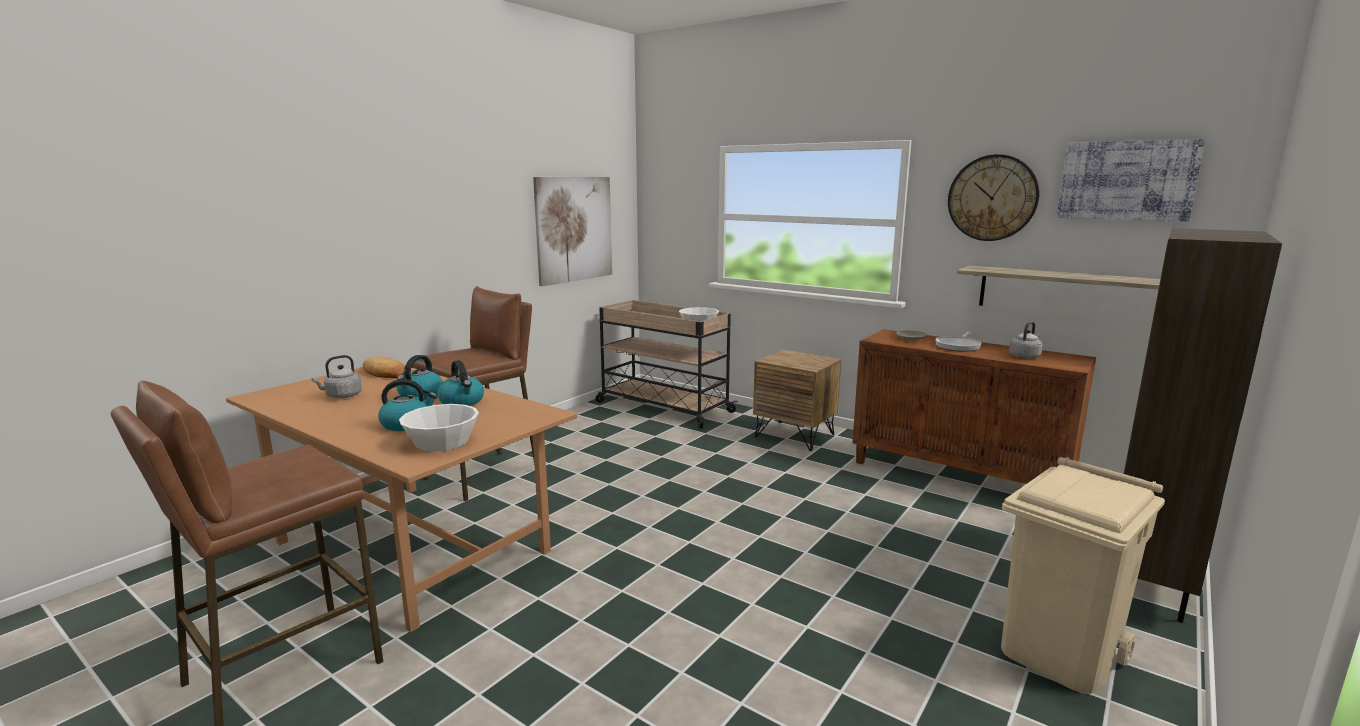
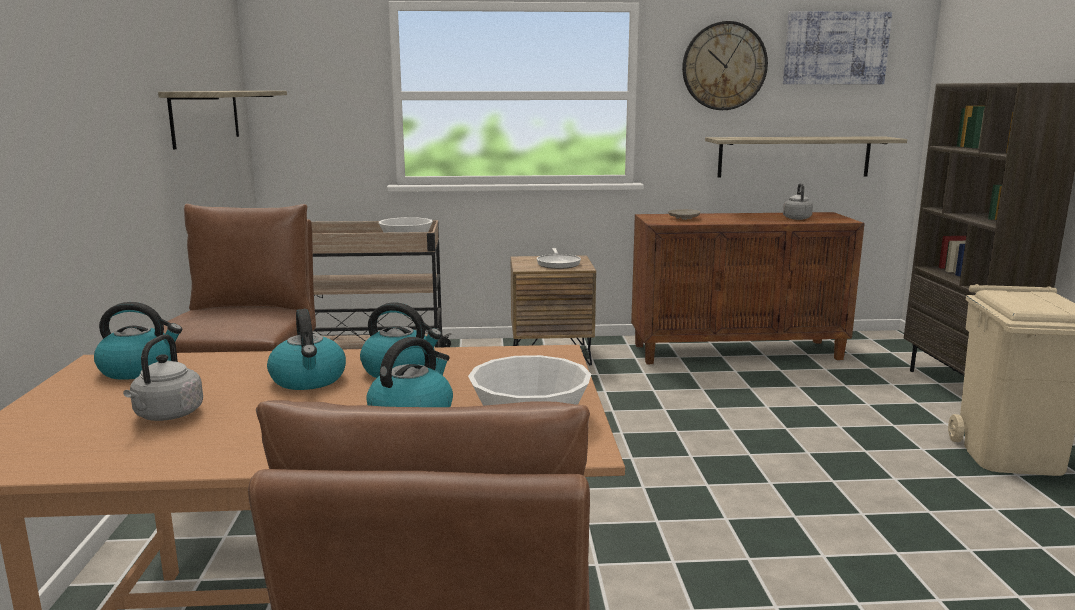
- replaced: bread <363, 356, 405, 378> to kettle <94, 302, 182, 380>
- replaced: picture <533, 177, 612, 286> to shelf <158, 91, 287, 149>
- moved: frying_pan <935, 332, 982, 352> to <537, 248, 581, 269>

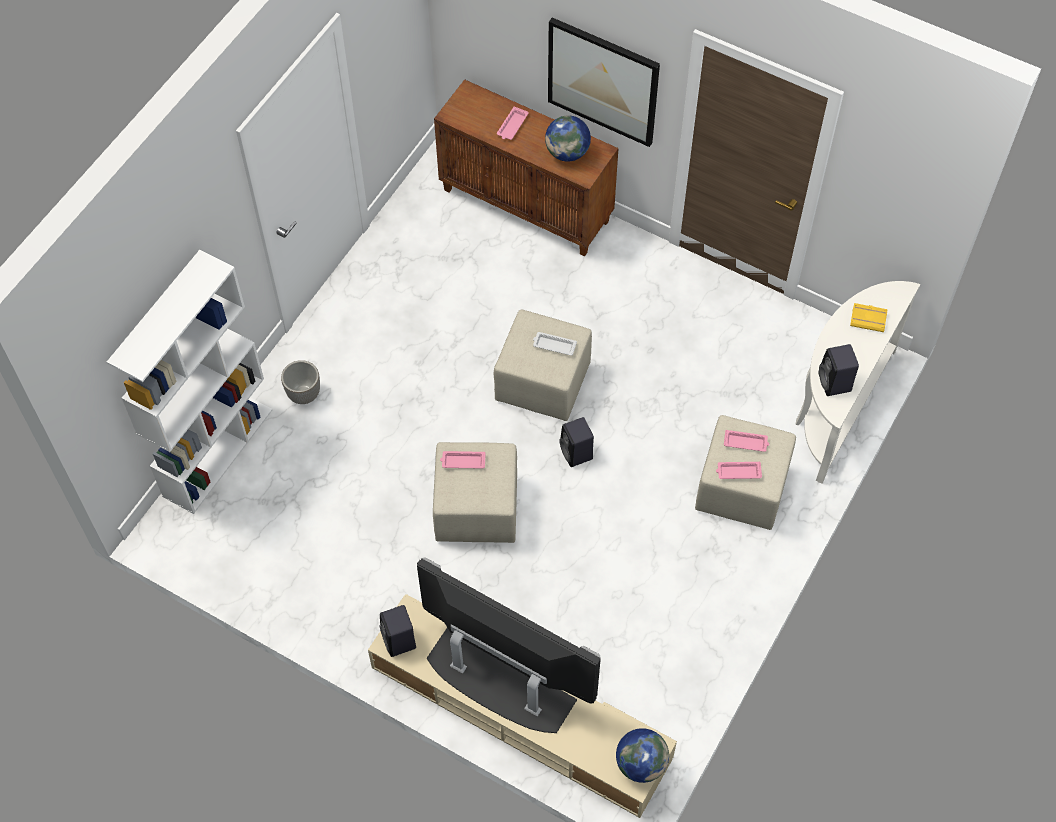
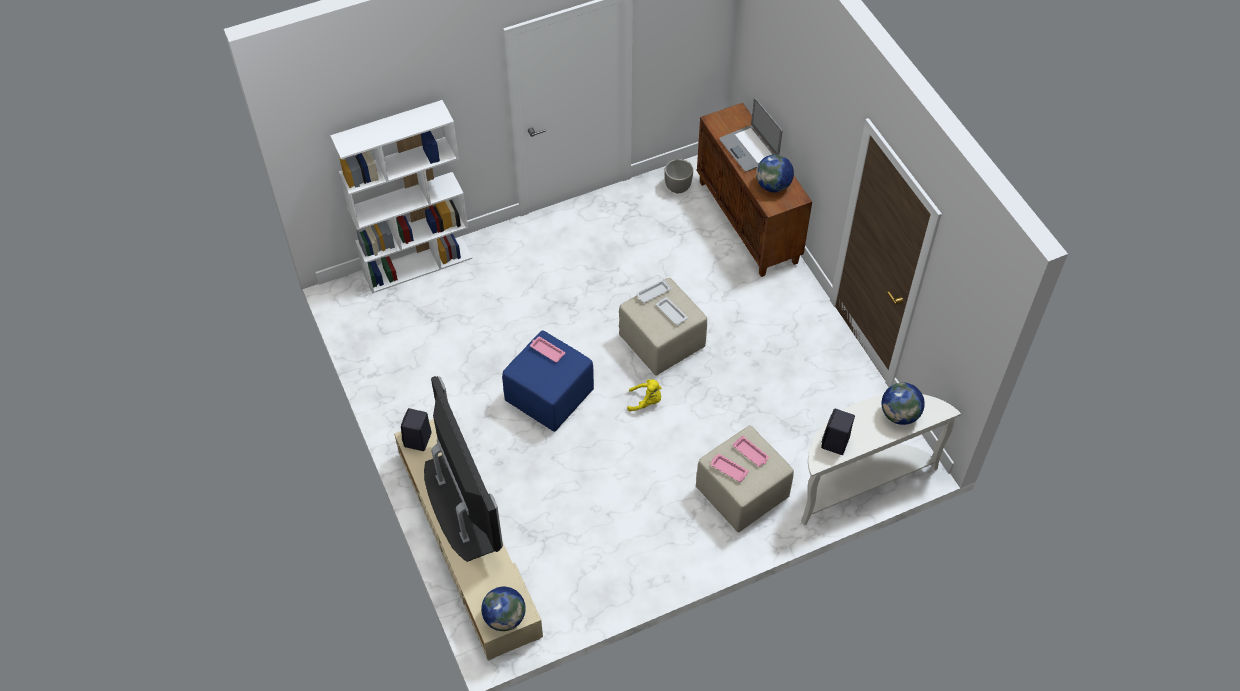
- moved: planter <281, 360, 320, 404> to <664, 159, 693, 194>
- recoloured: beige_ottoman <433, 442, 517, 543> to blue_ottoman <502, 330, 594, 432>
- replaced: pink_tray <497, 107, 529, 140> to laptop <719, 98, 783, 172>
- removed: picture <548, 18, 660, 147>
- replaced: black_speaker <559, 417, 594, 467> to yellow_plush_toy <627, 379, 661, 411>
- replaced: yellow_book <850, 303, 888, 332> to globe <881, 382, 925, 425>
- added: white_tray <636, 279, 671, 303>

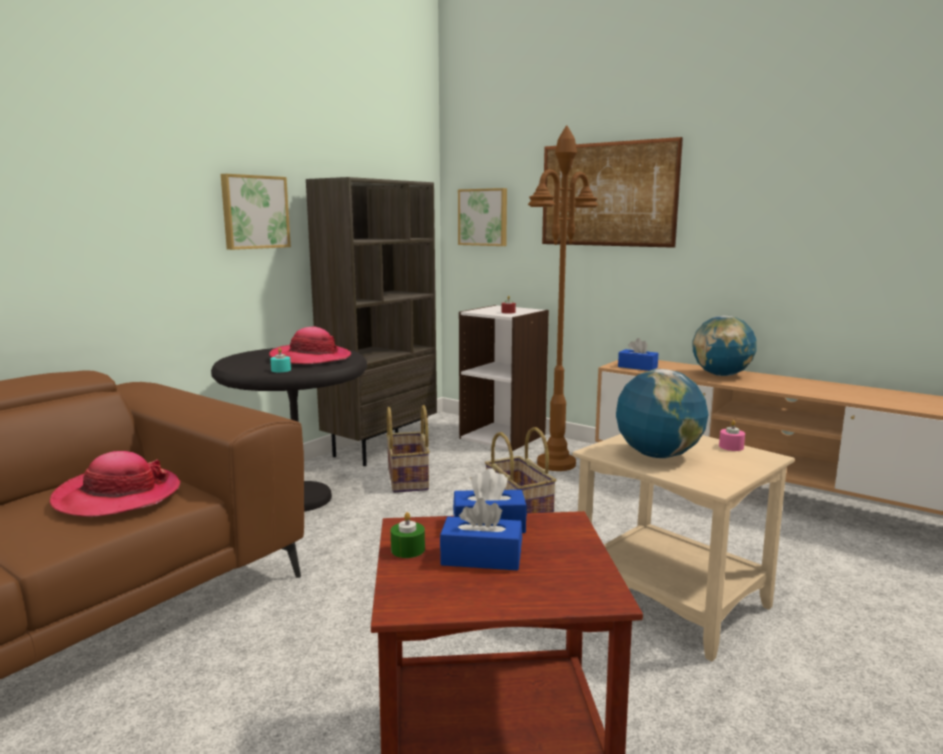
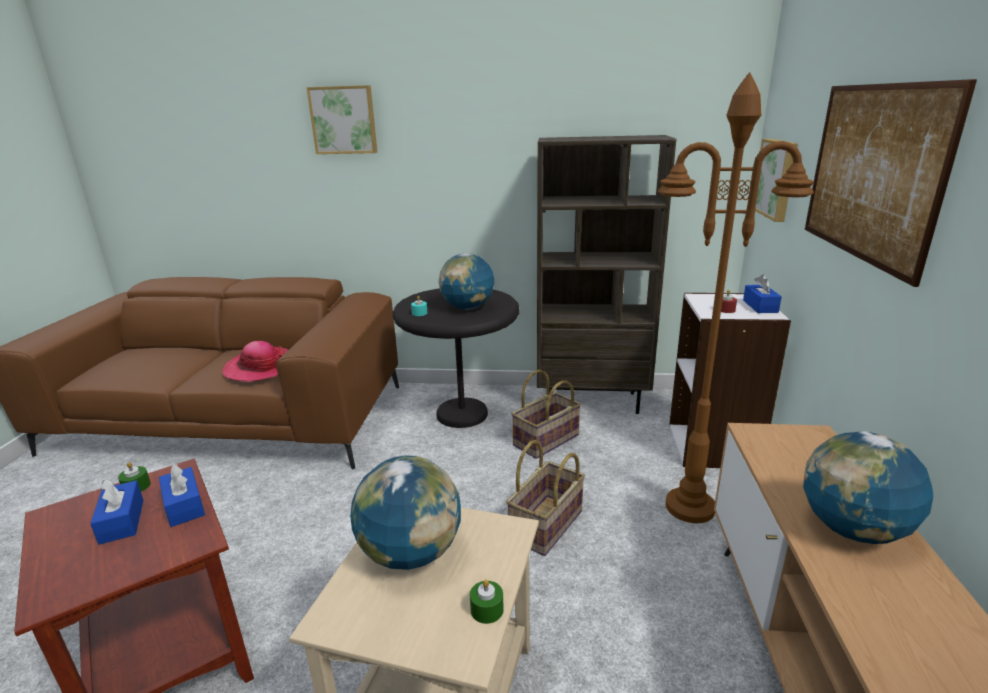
- moved: picture <221, 174, 291, 250> to <306, 85, 377, 154>
- replaced: hat <269, 327, 352, 364> to globe <438, 253, 495, 310>
- moved: blue_tissue_box <618, 338, 659, 371> to <743, 274, 782, 313>
- recoloured: pink_candle <719, 420, 745, 451> to green_candle <470, 579, 504, 624>

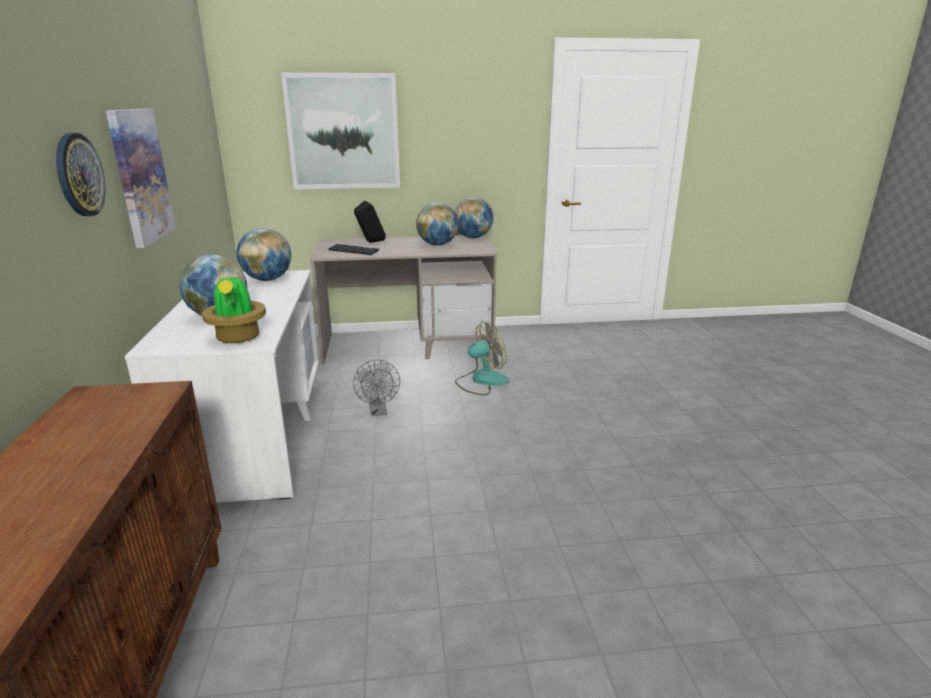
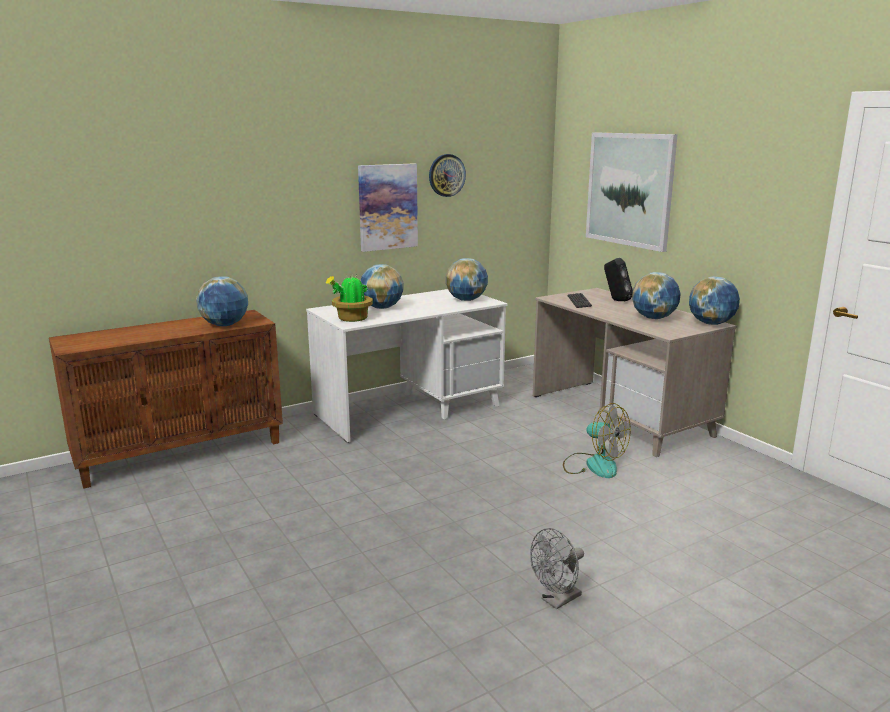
- moved: wall_clock <56, 133, 106, 216> to <429, 154, 466, 197>
- moved: grey_fan <353, 360, 400, 416> to <530, 528, 584, 609>
- added: globe <196, 276, 248, 326>

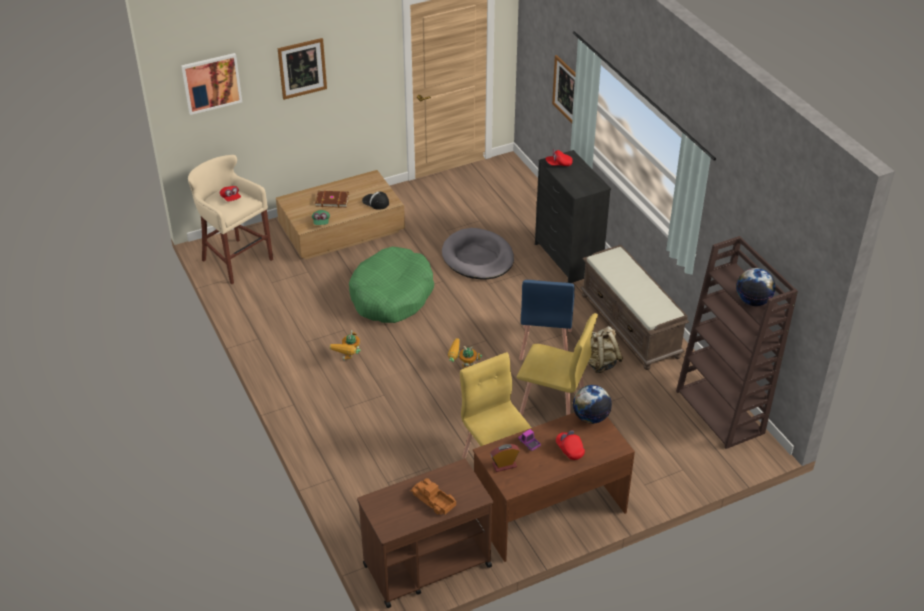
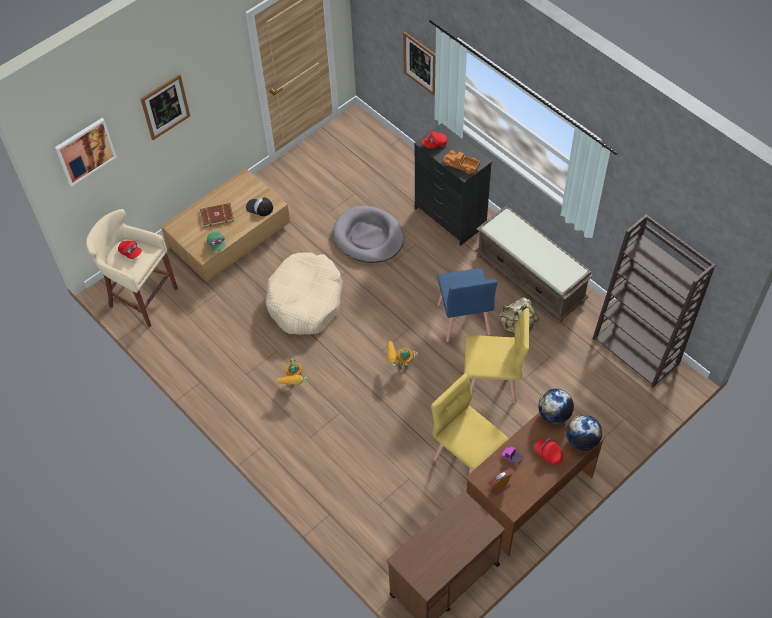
- recoloured: green_dog_bed <349, 246, 434, 323> to beige_dog_bed <265, 252, 343, 335>
- moved: toy_truck <410, 478, 456, 515> to <443, 150, 480, 174>
- moved: globe <736, 268, 776, 306> to <566, 415, 602, 451>

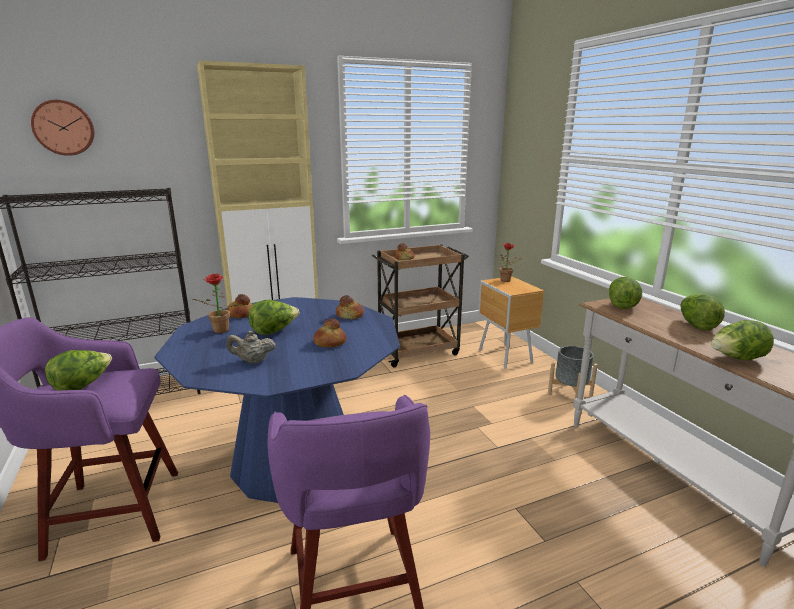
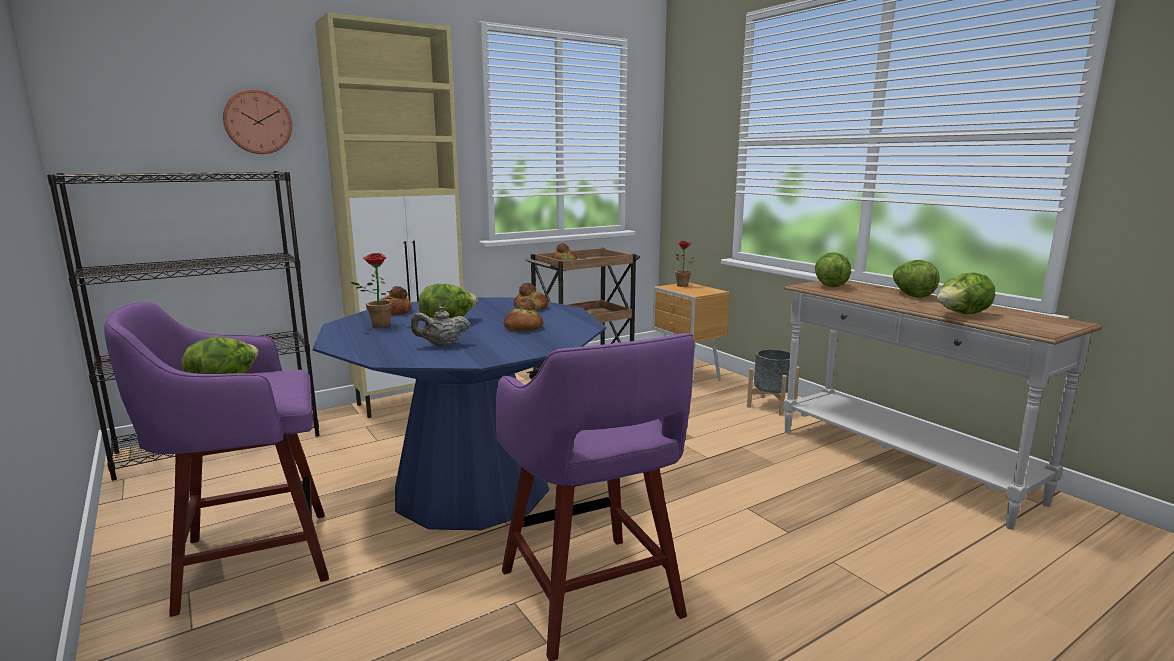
- moved: wall_clock <31, 100, 94, 156> to <223, 89, 292, 154>

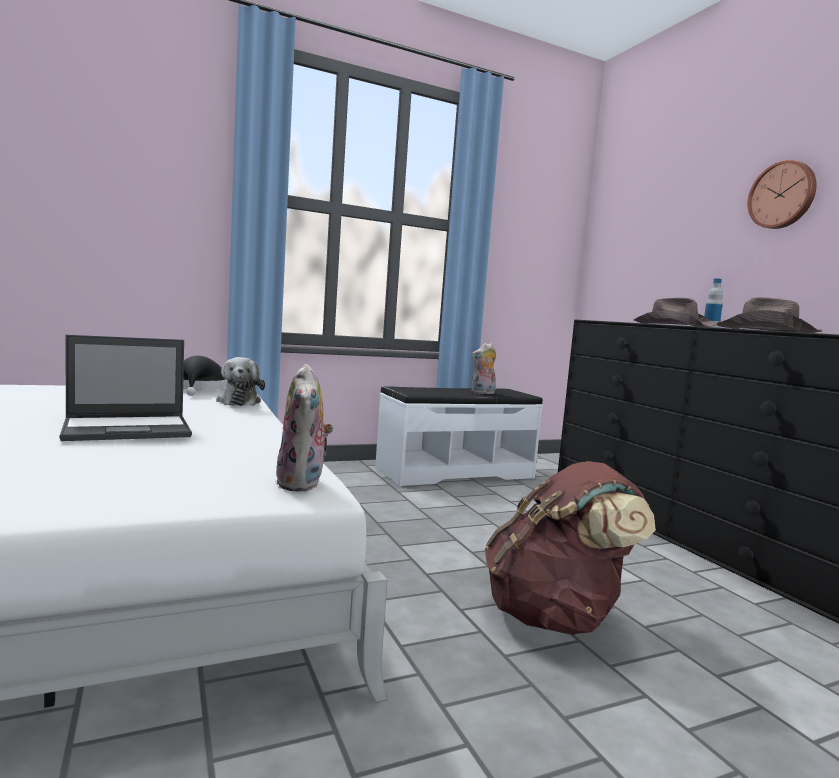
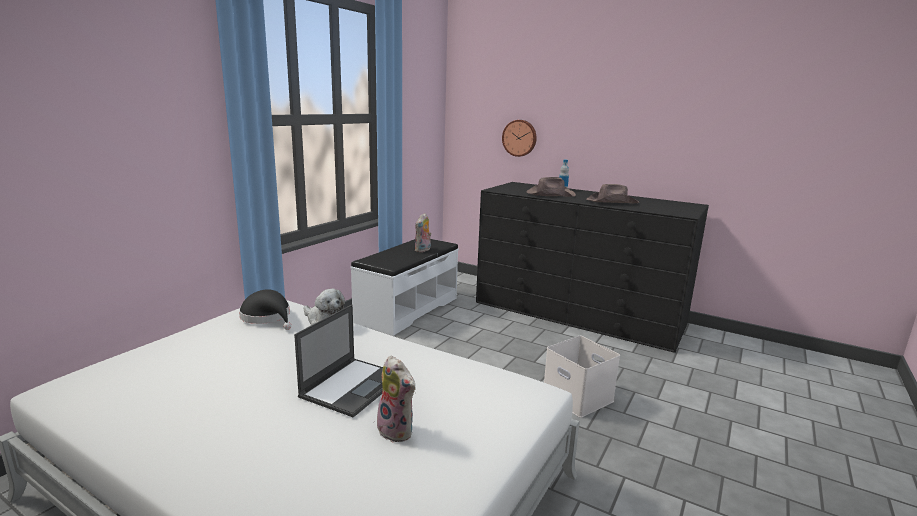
- moved: plush_toy <275, 364, 334, 492> to <377, 355, 415, 443>
- replaced: brown_backpack <485, 461, 656, 635> to white_storage_box <544, 336, 620, 418>
- moved: wall_clock <747, 160, 817, 229> to <502, 120, 537, 157>

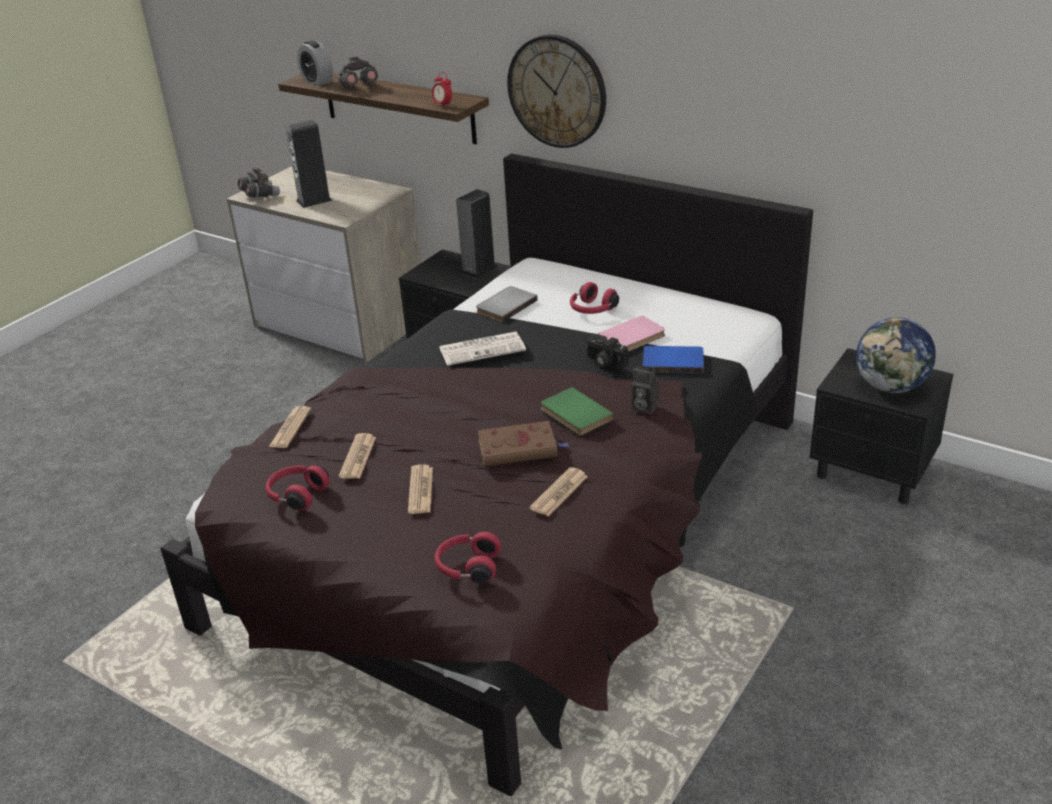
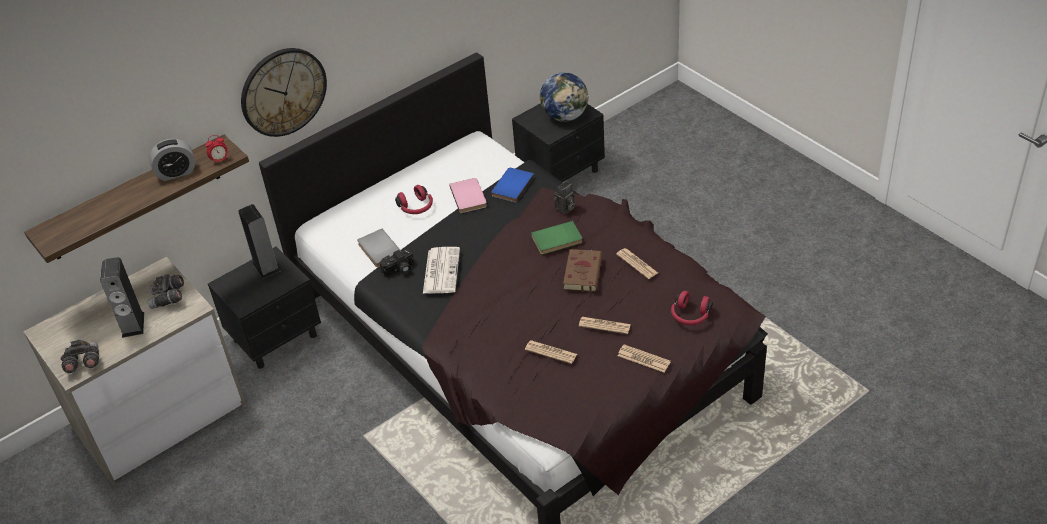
- removed: red_headphones <266, 465, 330, 510>
- moved: newspaper <269, 406, 311, 448> to <618, 344, 671, 372>
- moved: alarm_clock <297, 40, 333, 86> to <149, 139, 195, 181>
- moved: grey_binoculars <339, 57, 378, 87> to <148, 274, 184, 309>
- moved: photo_camera <585, 335, 628, 369> to <379, 249, 414, 277>

